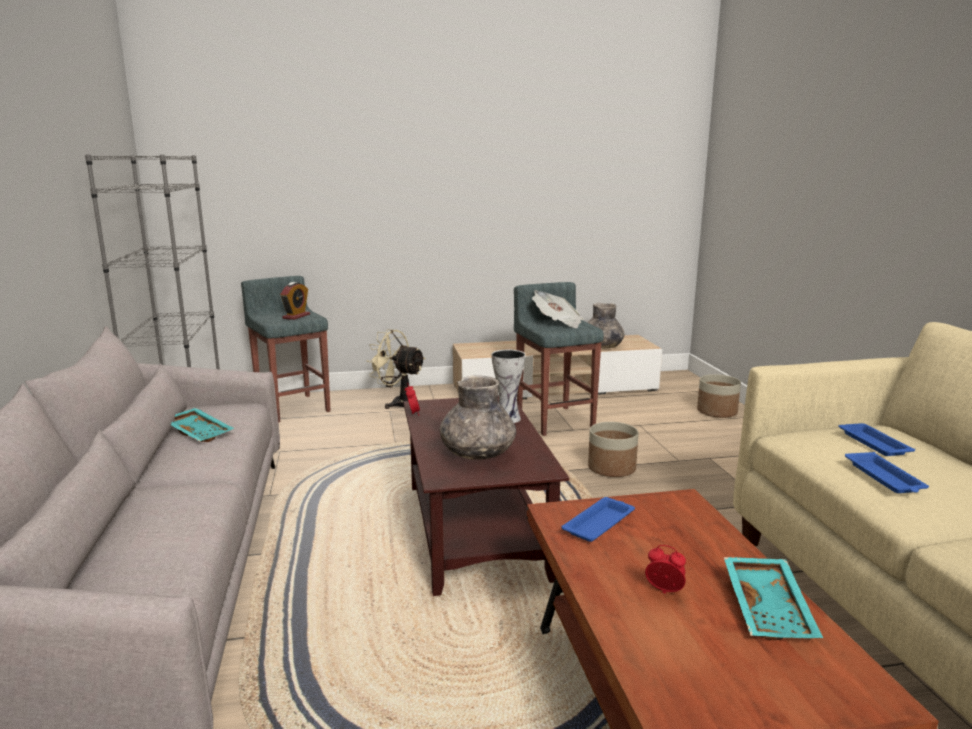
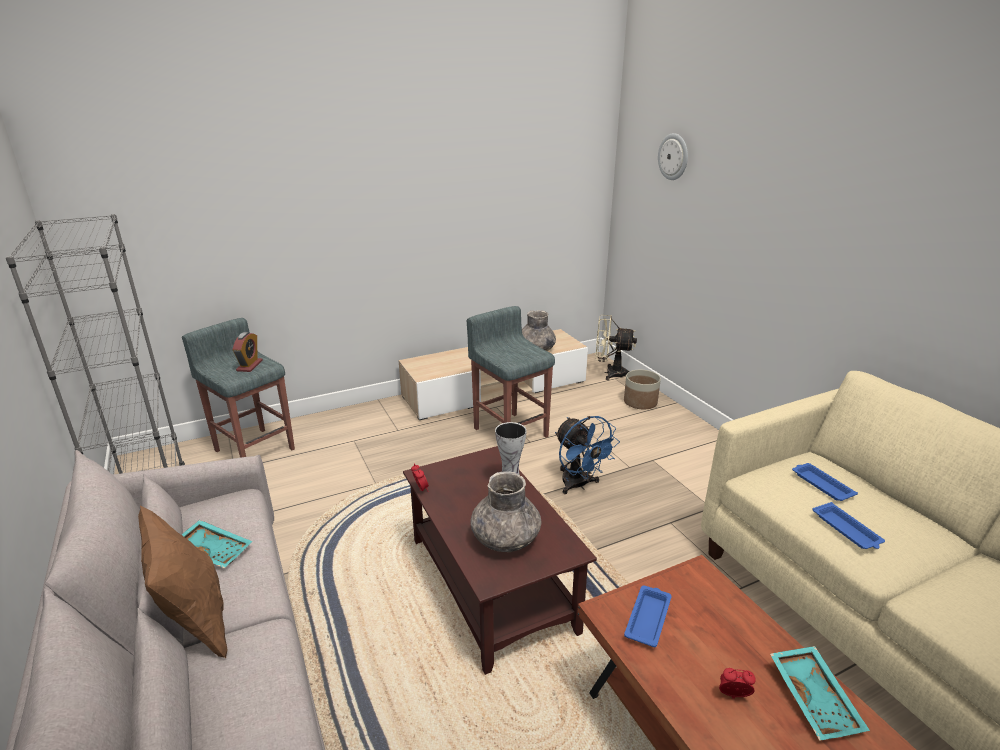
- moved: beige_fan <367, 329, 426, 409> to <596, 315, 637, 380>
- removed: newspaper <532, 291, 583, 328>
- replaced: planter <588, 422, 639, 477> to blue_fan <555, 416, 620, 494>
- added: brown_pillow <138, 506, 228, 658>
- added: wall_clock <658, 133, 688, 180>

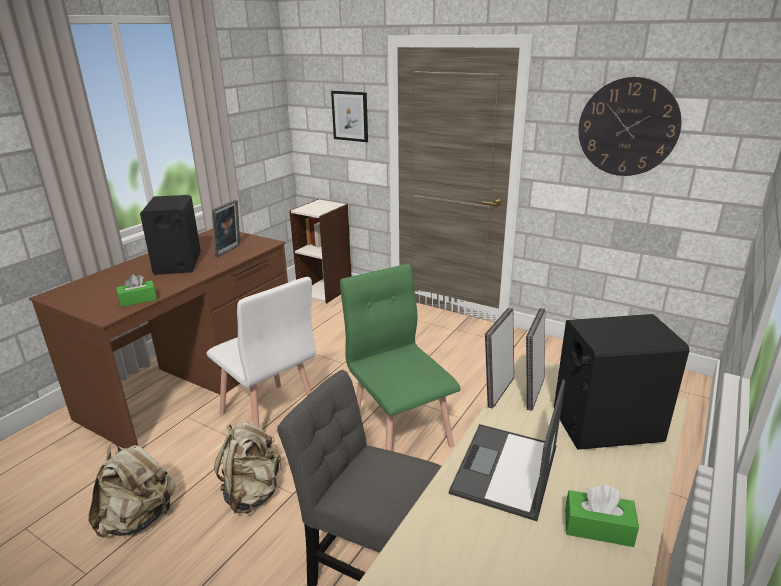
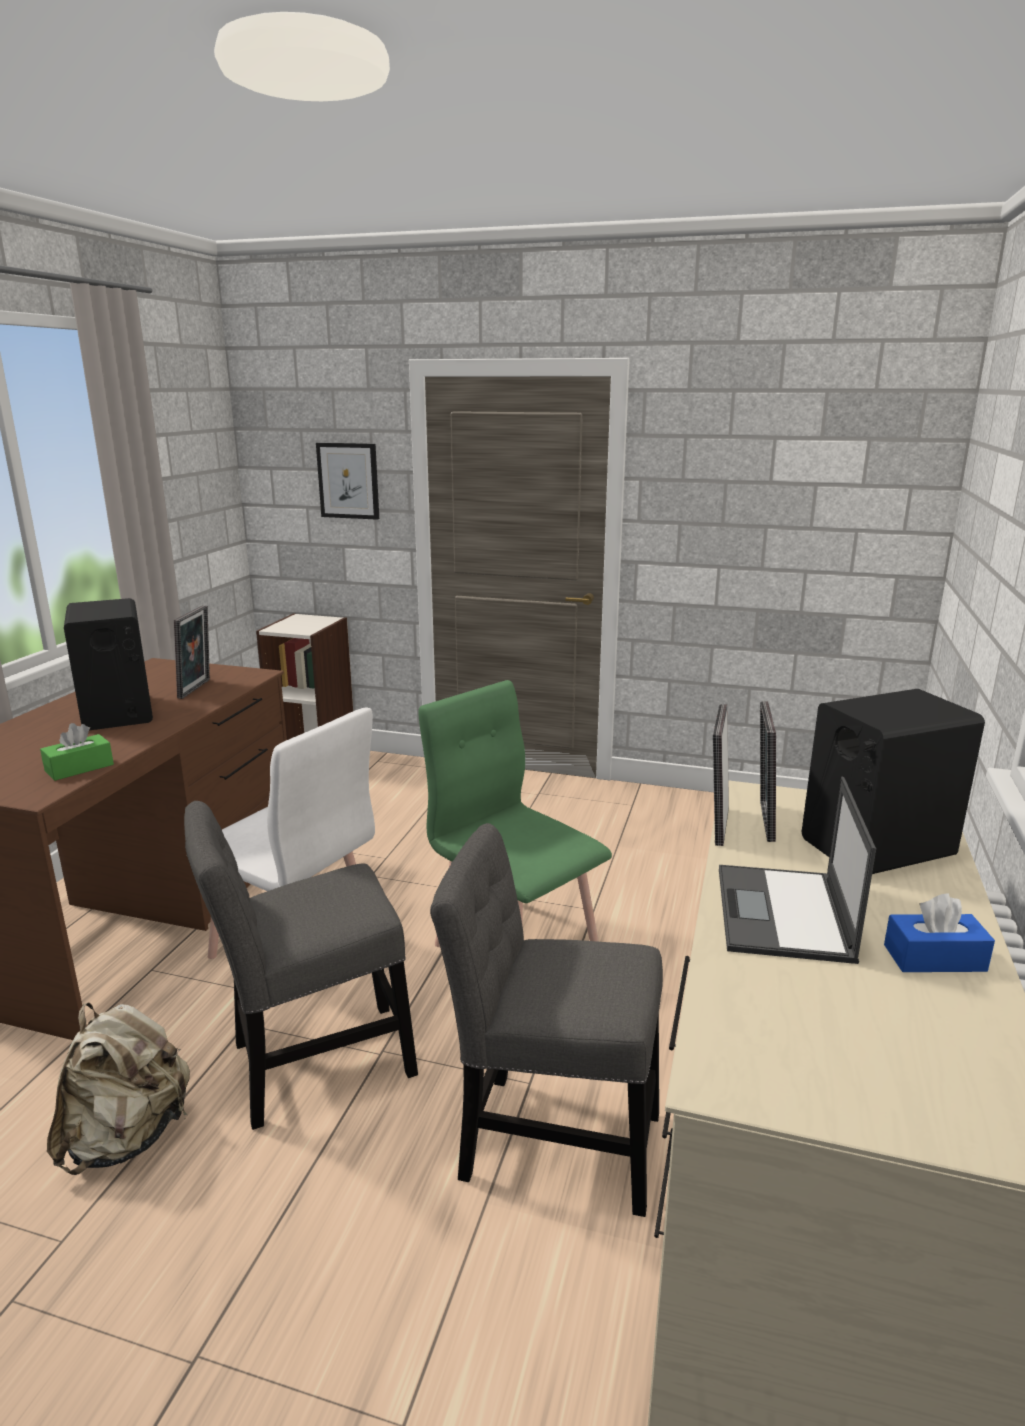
- replaced: beige_backpack <214, 422, 283, 514> to grey_chair <184, 801, 418, 1130>
- recoloured: green_tissue_box <565, 485, 639, 547> to blue_tissue_box <884, 894, 995, 972>
- removed: wall_clock <578, 77, 681, 176>

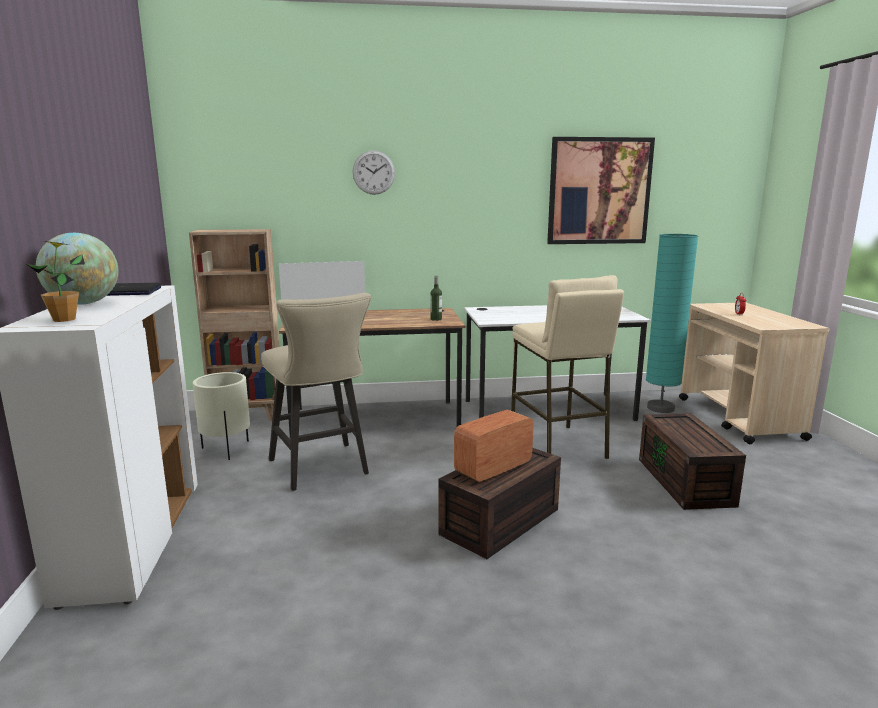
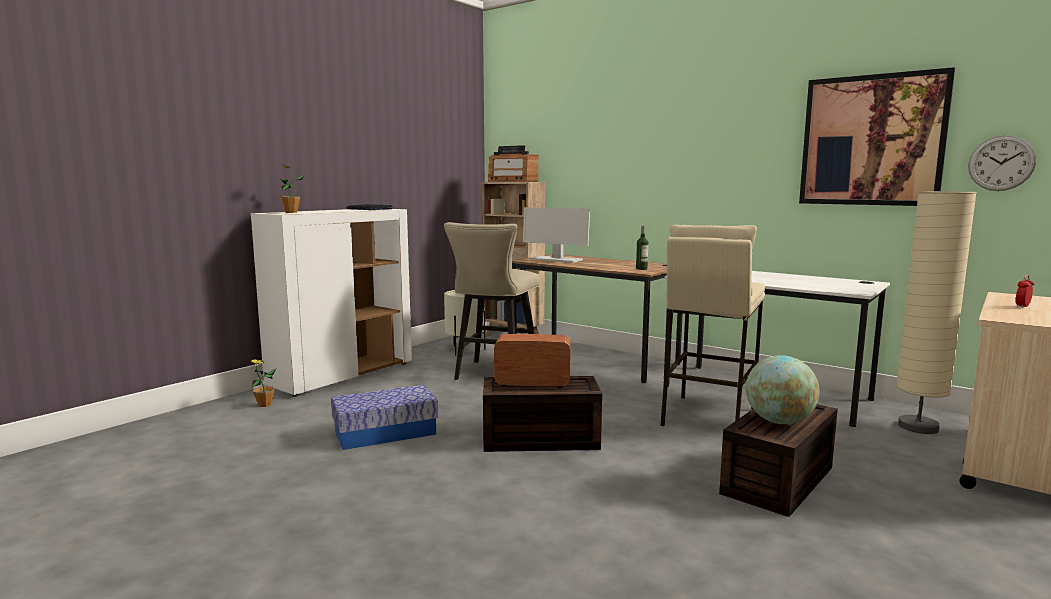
- moved: globe <36, 233, 118, 305> to <746, 355, 819, 424>
- moved: wall_clock <352, 150, 395, 195> to <968, 135, 1036, 191>
- recoloured: turquoise_floor_lamp <646, 234, 698, 413> to beige_floor_lamp <896, 191, 977, 434>
- added: potted_plant <249, 359, 276, 407>
- added: storage_box <331, 385, 438, 450>
- added: radio <488, 145, 538, 182>

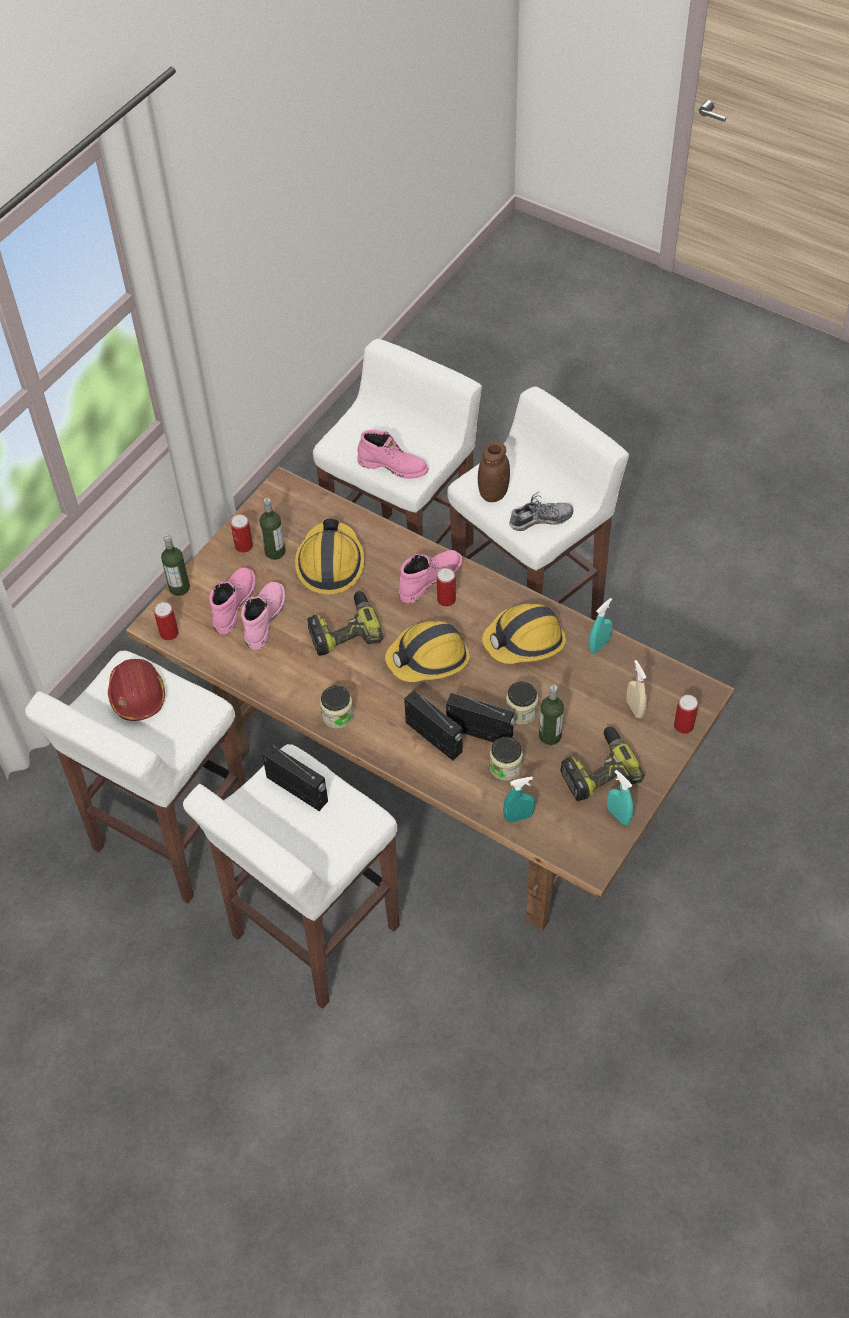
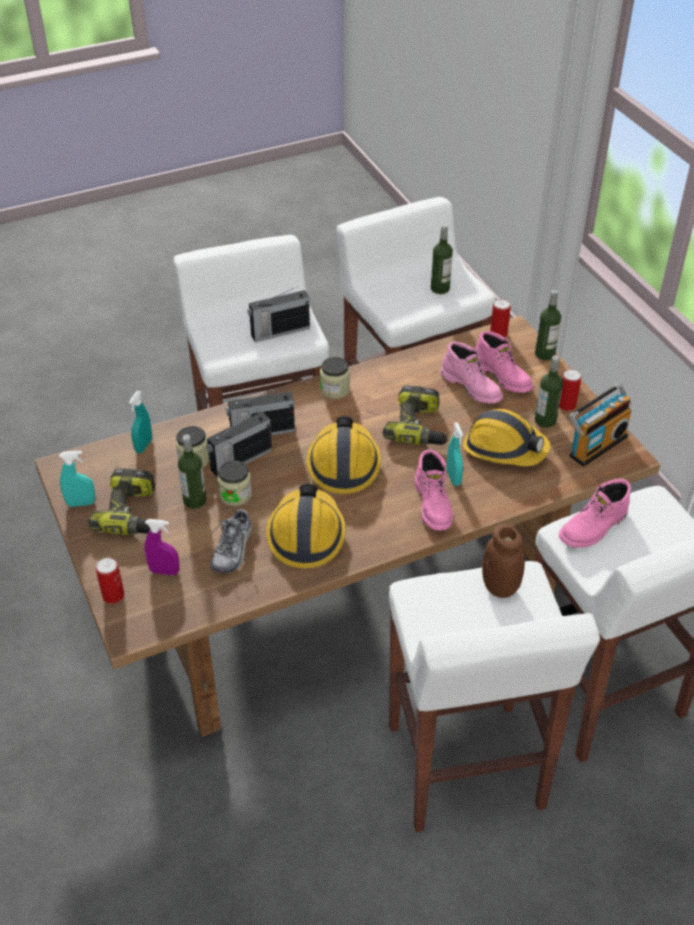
- replaced: red_hard_hat <108, 659, 165, 721> to bottle <431, 224, 453, 294>
- removed: can <437, 568, 456, 607>
- moved: shoe <509, 491, 573, 531> to <210, 508, 252, 573>
- moved: turquoise_spray_bottle <589, 598, 612, 653> to <447, 422, 463, 486>
- recoloured: beige_spray_bottle <626, 660, 647, 718> to purple_spray_bottle <145, 519, 179, 575>
- added: radio <569, 384, 631, 467>

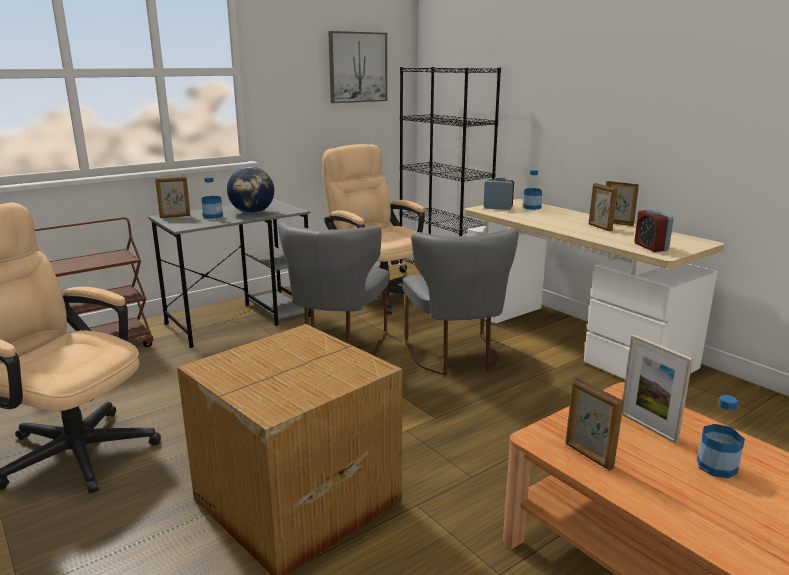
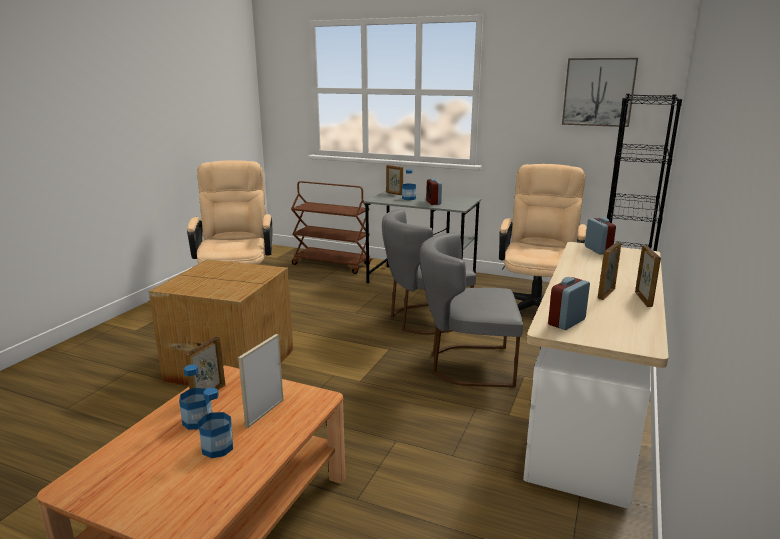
- replaced: globe <227, 167, 274, 214> to alarm_clock <426, 178, 442, 205>
- turned: grey_chair <403, 228, 519, 376> = <419, 233, 523, 388> 45 degrees clockwise
- moved: bottle <523, 170, 542, 210> to <179, 364, 212, 430>

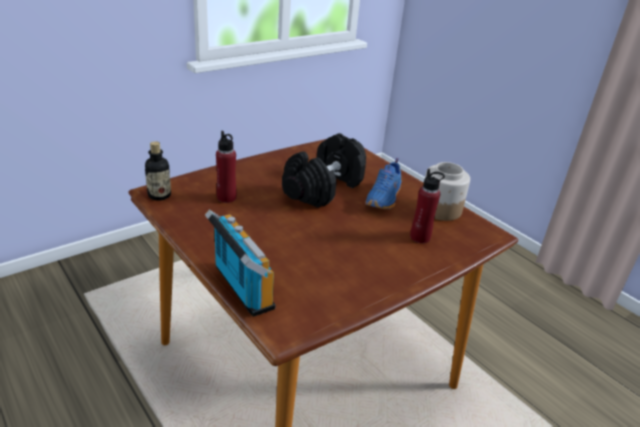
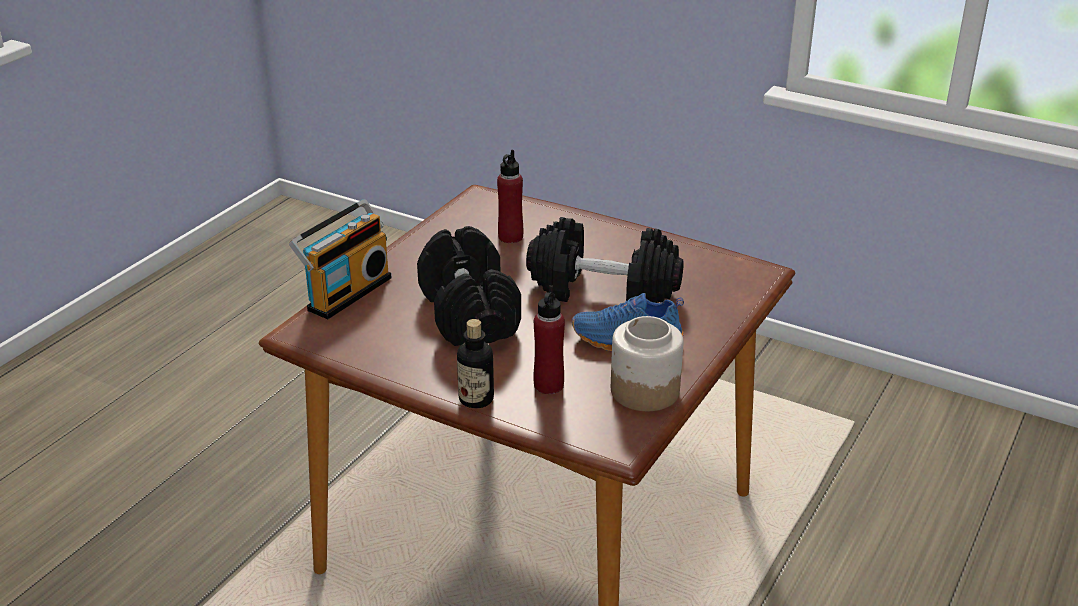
- moved: bottle <145, 141, 171, 201> to <457, 319, 494, 408>
- added: black_dumbbell <417, 226, 521, 346>

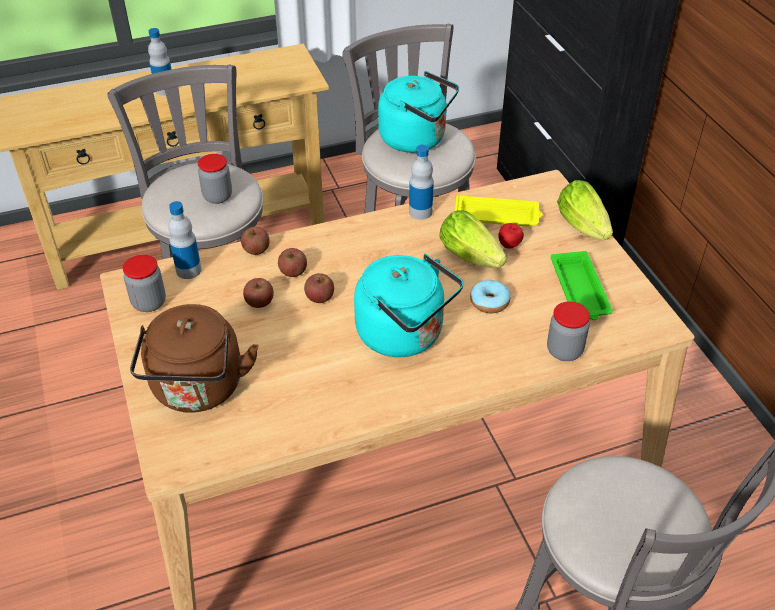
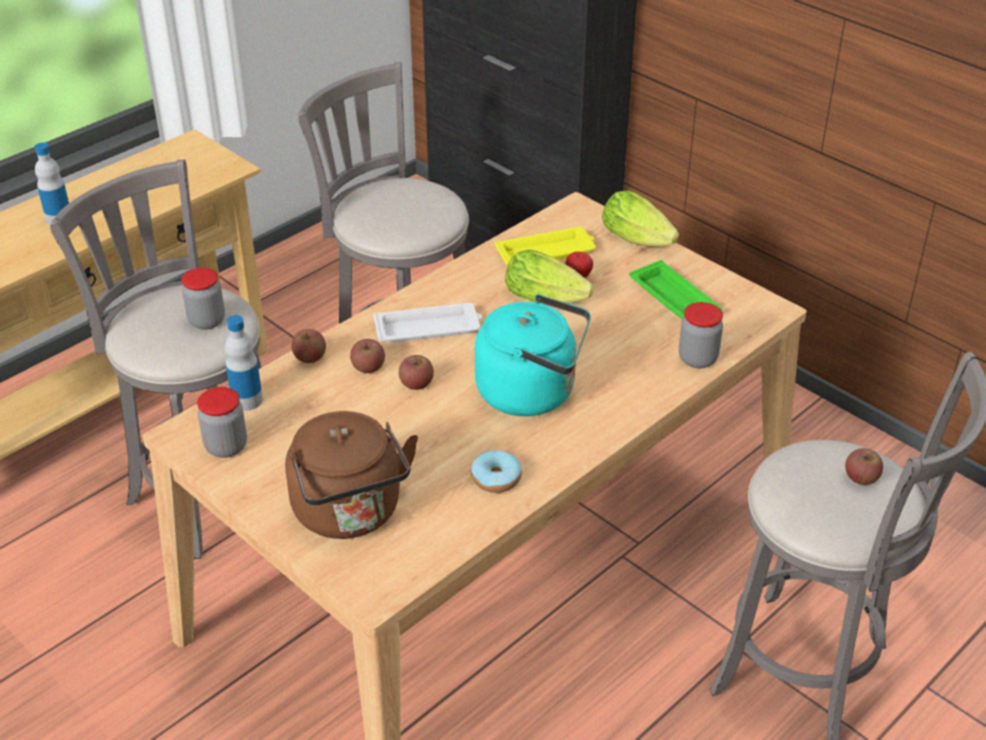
- moved: apple <243, 278, 274, 308> to <845, 448, 883, 485>
- removed: turquoise_kettle <378, 71, 459, 153>
- removed: bottle <409, 145, 434, 220>
- moved: donut <470, 280, 510, 313> to <471, 450, 522, 493>
- added: white_tray <373, 303, 482, 343>

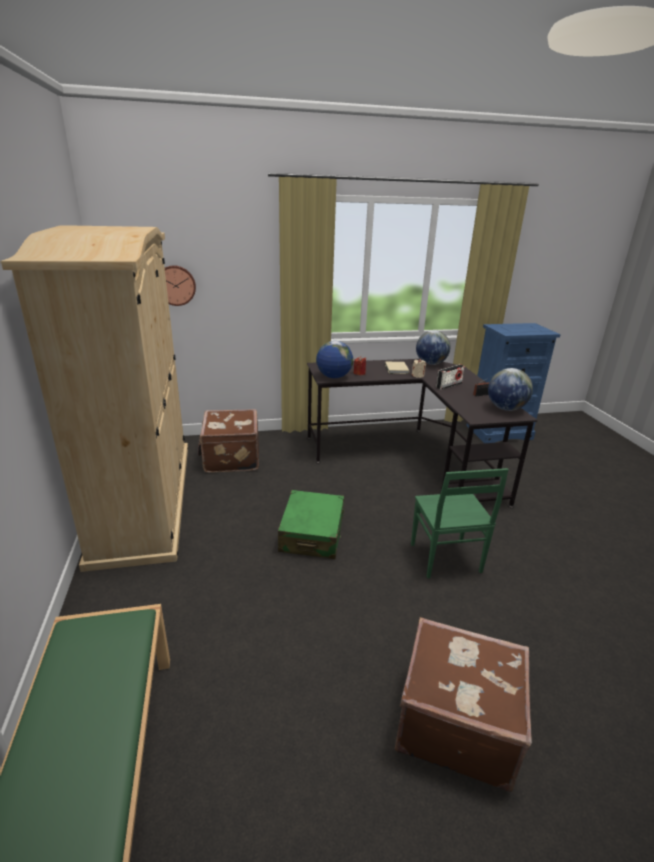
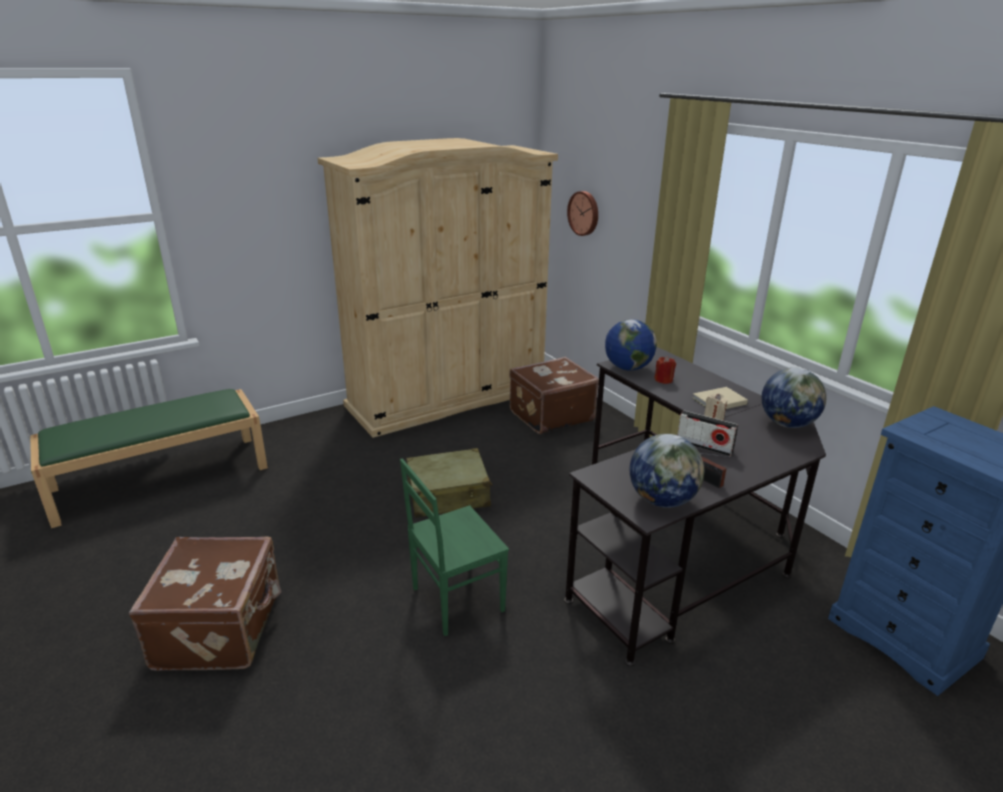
- recoloured: green_suitcase <278, 490, 344, 559> to beige_suitcase <406, 448, 492, 518>

